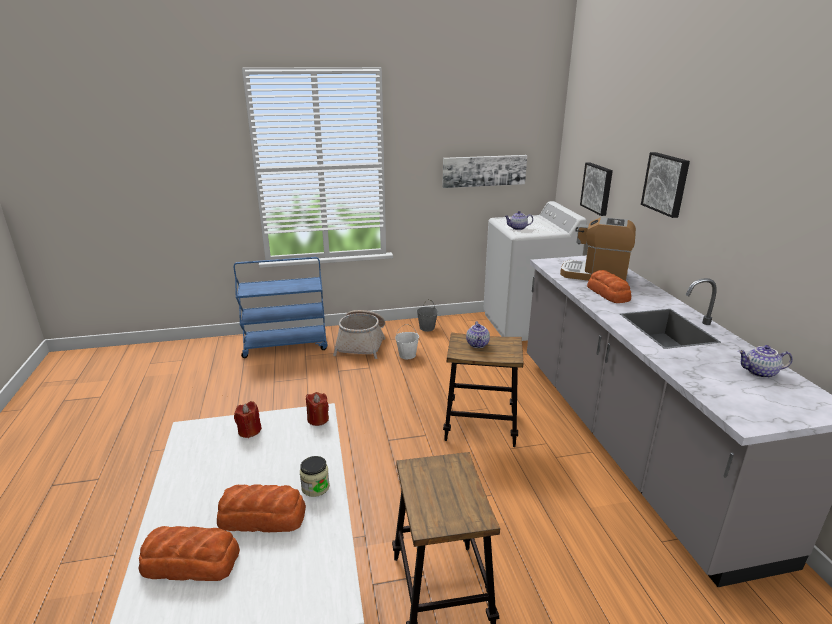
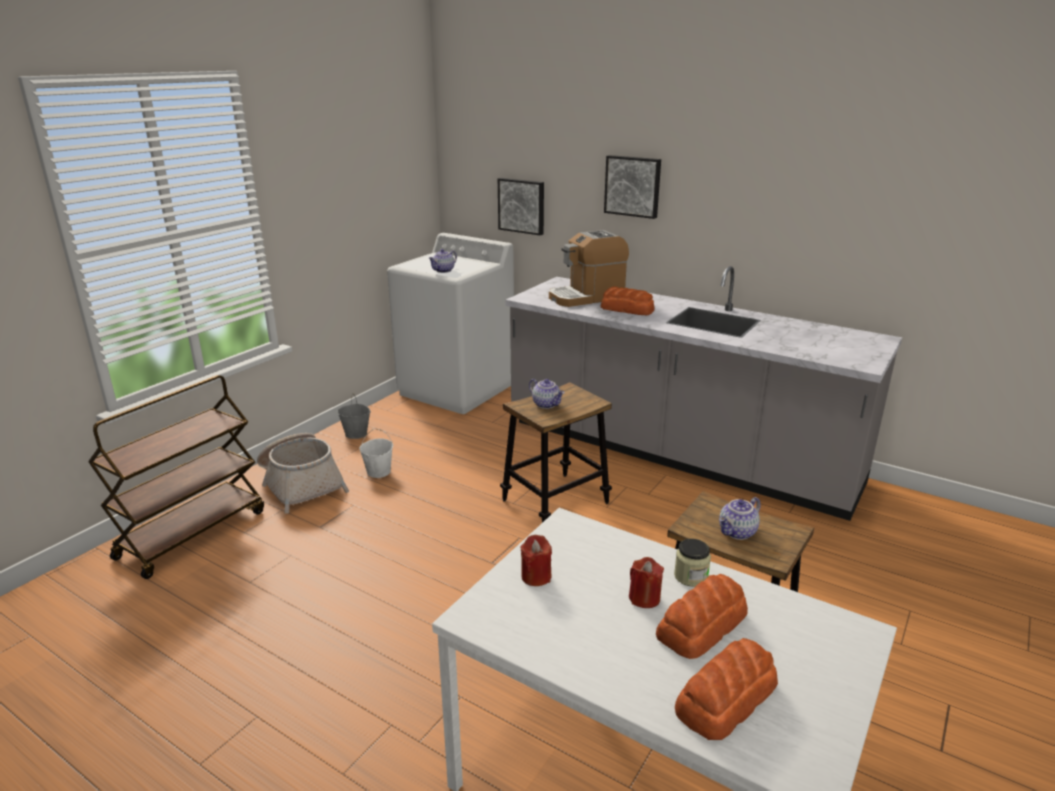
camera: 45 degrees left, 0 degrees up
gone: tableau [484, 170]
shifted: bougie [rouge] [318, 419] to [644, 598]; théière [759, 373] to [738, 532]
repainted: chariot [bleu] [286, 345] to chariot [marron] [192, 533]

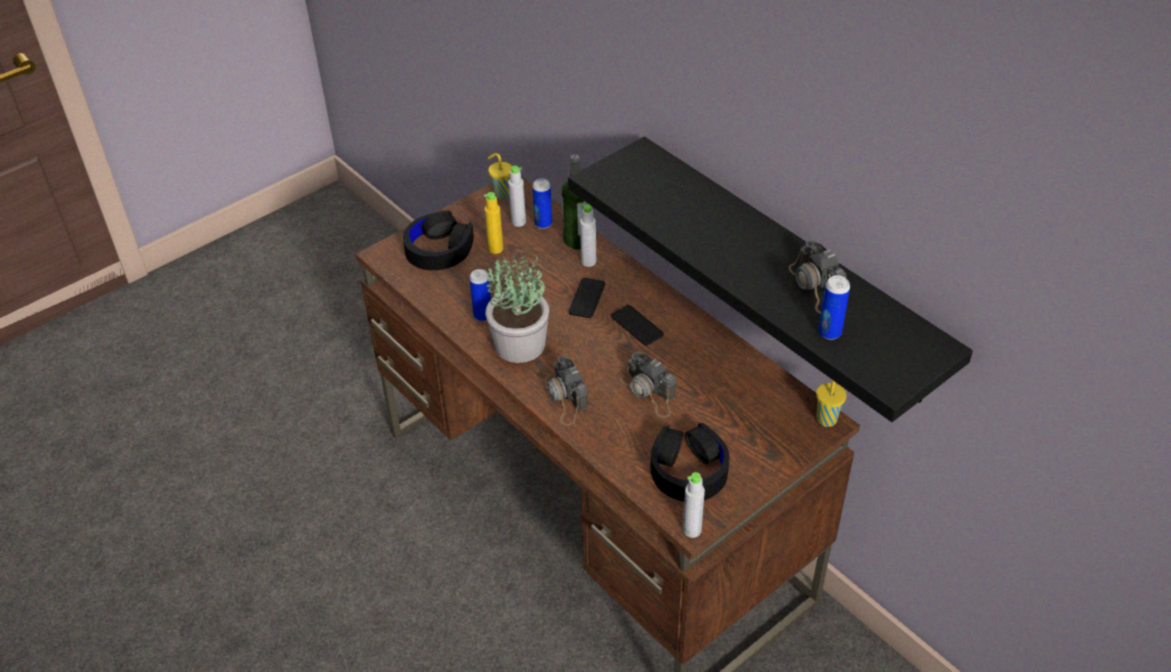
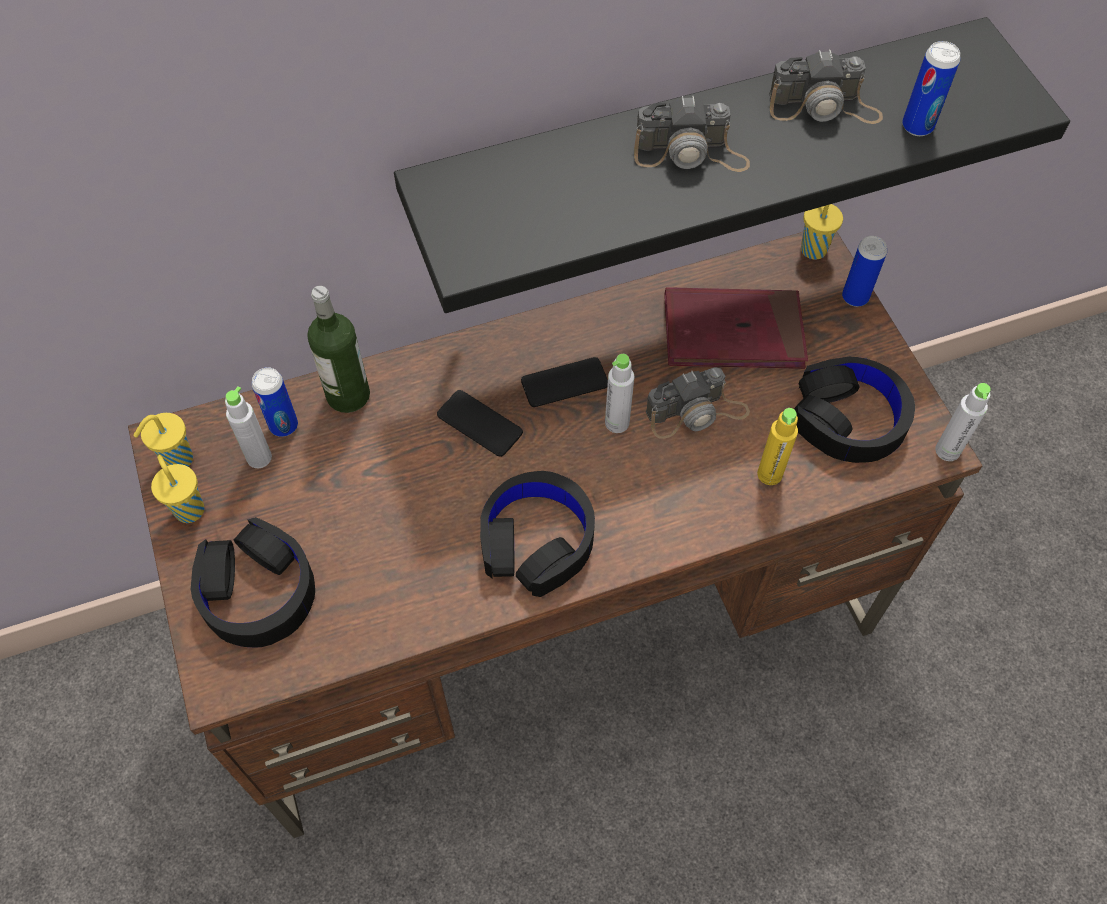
camera: 70 degrees left, 15 degrees up
new: tasse [jaune] [188, 508]; livre [rouge] [733, 333]
shifted: bouteille [gris] [588, 261] to [617, 423]; appareil photo [565, 397] to [690, 153]; bouteille [jaune] [495, 249] to [769, 474]; boîte métallique [483, 315] to [855, 297]
swapped: plante en pot [520, 345] to casque audio [noir] [537, 540]

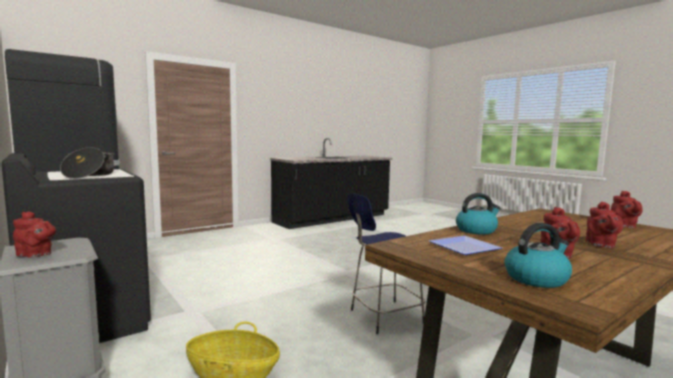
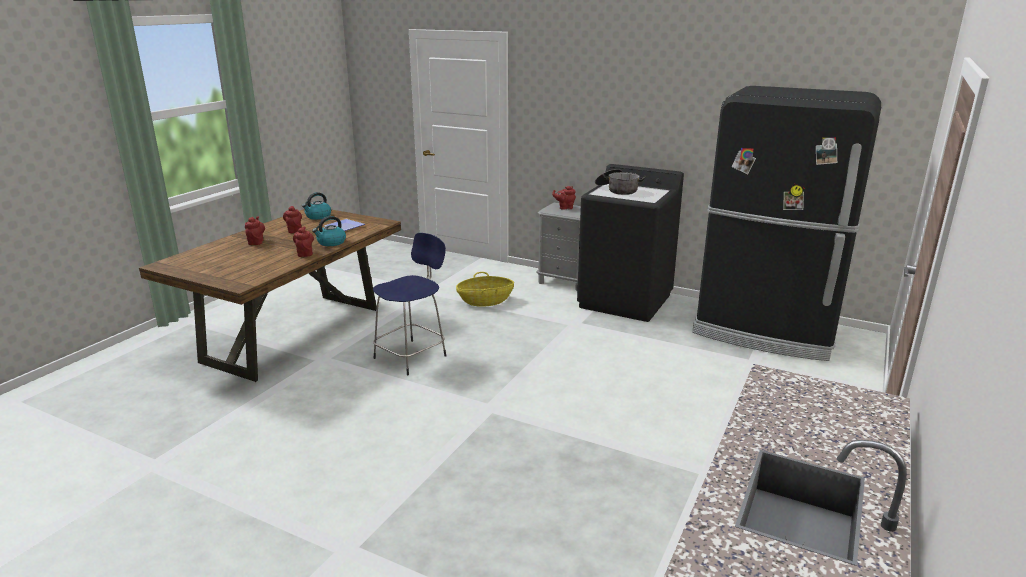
camera: 155 degrees right, 15 degrees up
shifted: théière [rouge] [623, 226] to [305, 253]

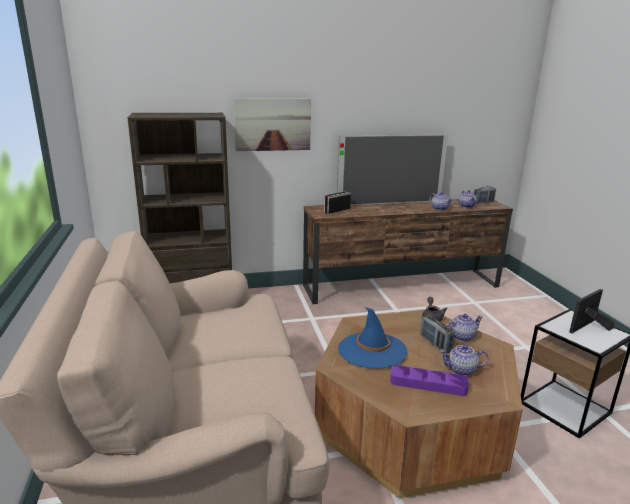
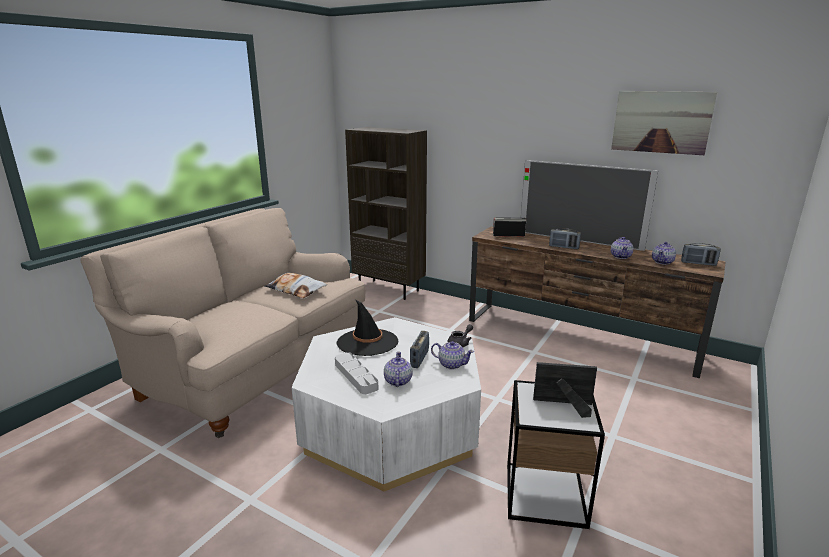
camera: 45 degrees right, 0 degrees up
new: coussin [296, 290]; radio [563, 247]
shifted: tableau [273, 124] to [661, 122]
repainted: table basse [marron] [411, 424] to table basse [blanc] [390, 425]; plateau [violet] [428, 384] to plateau [gris] [356, 376]; chapeau [bleu] [372, 350] to chapeau [noir] [367, 342]
rotated: théière [462, 370] = [397, 381] 45 degrees clockwise

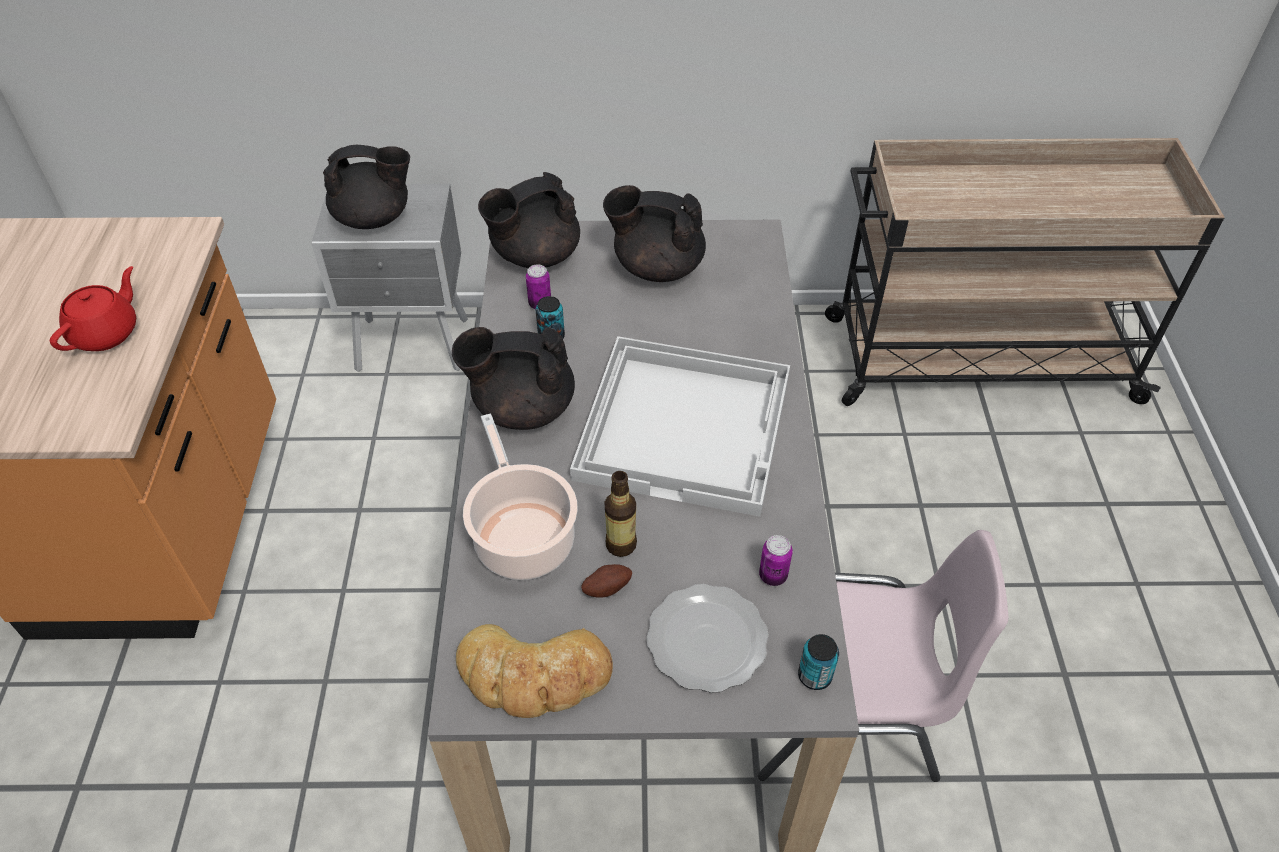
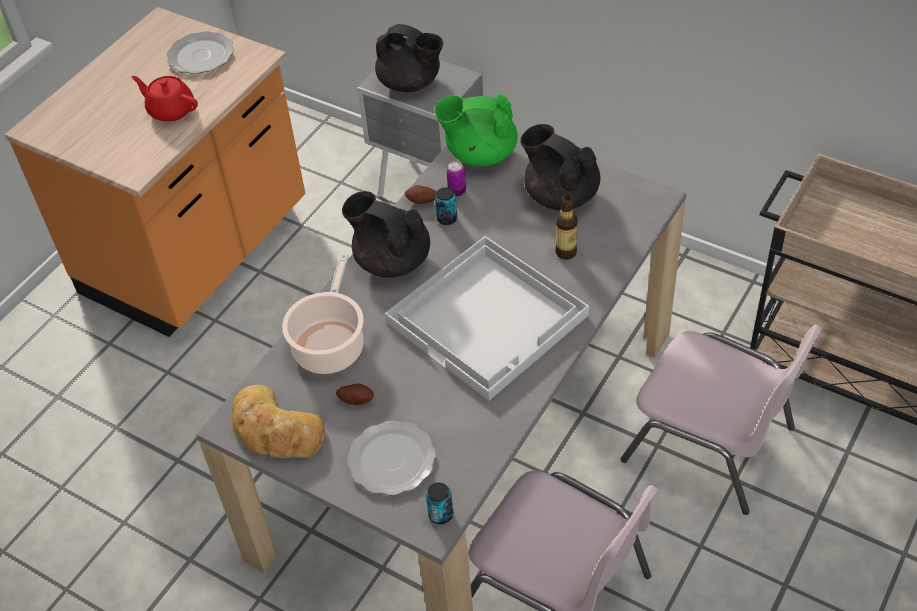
camera: 35 degrees right, 0 degrees up
gone: boîte métallique [773, 576]
new: assiette [202, 55]; pomme de terre [422, 202]; chaise [rose] [711, 444]
shifted: bouteille [621, 544] to [566, 252]
repainted: théière [noir] [534, 256] to théière [vert] [480, 154]
rotated: théière [rouge] [106, 333] = [171, 110] 120 degrees counterclockwise

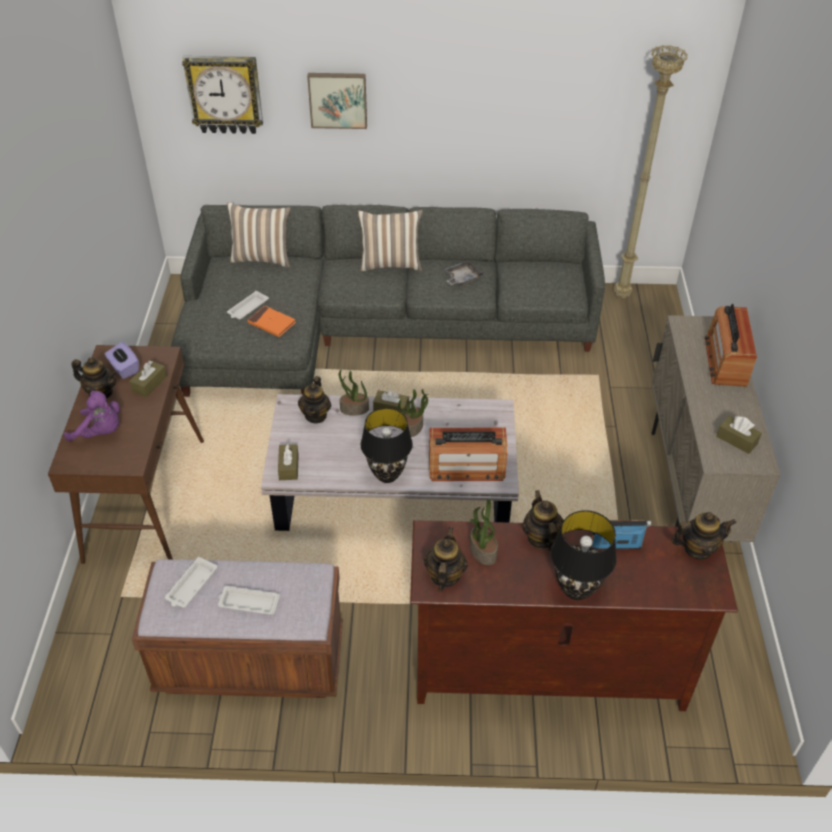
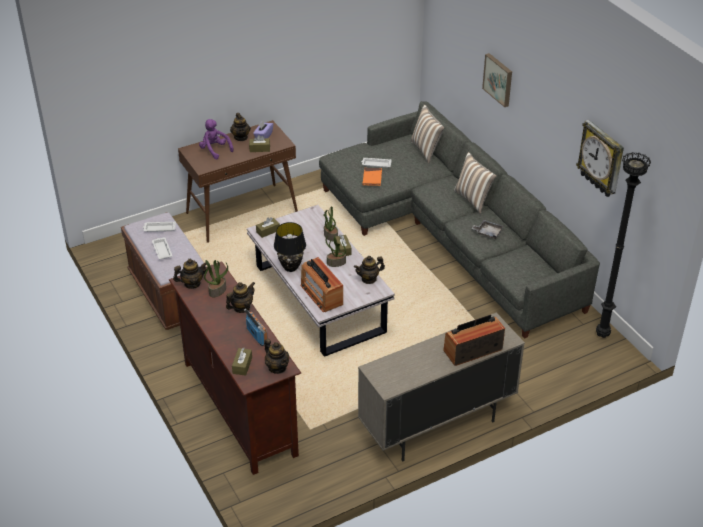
camera: 60 degrees right, 5 degrees down
gone: lampe de table [noir] [577, 589]
shifted: boîte à mouchoirs [marron] [736, 440] to [242, 365]; théière [316, 415] to [369, 279]; horloge murale [225, 94] to [601, 159]
repainted: lampadaire [beige] [623, 296] to lampadaire [noir] [602, 336]
rotated: peluche [violet] [100, 432] = [215, 150] 150 degrees clockwise

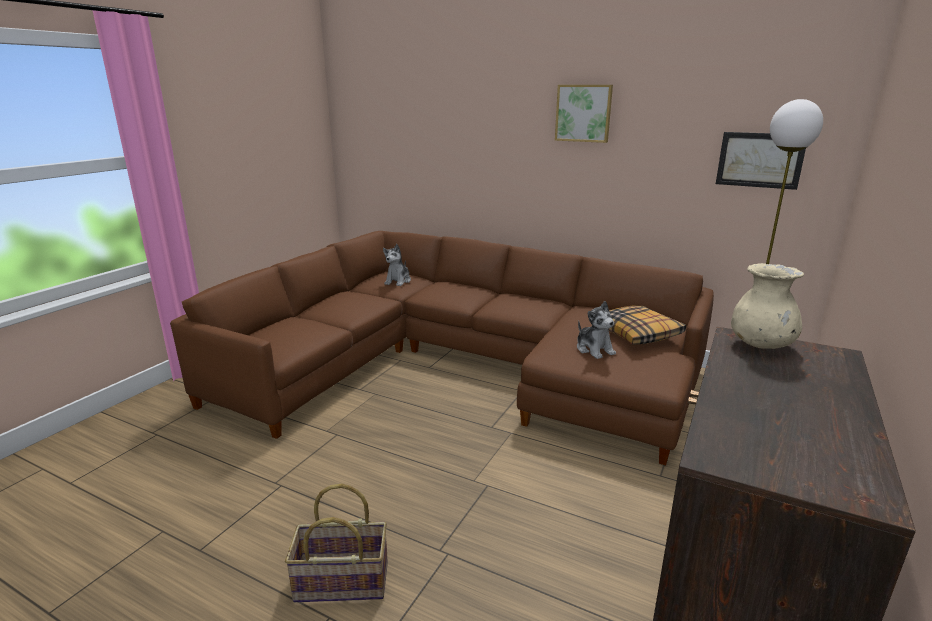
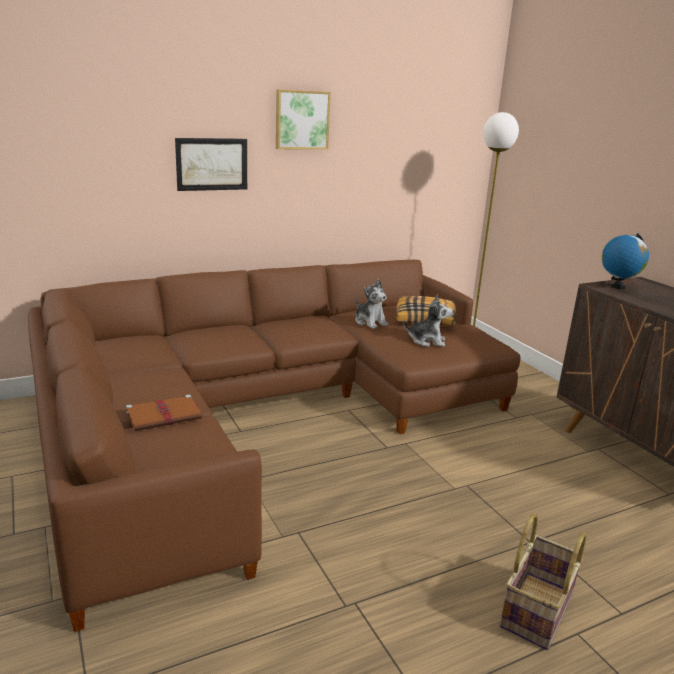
camera: 55 degrees left, 0 degrees up
new: livre [marron] [165, 415]
shifted: tableau [760, 160] to [212, 164]; peluche [398, 281] to [370, 322]
swapped: vase [beige] [761, 345] to globe [618, 287]

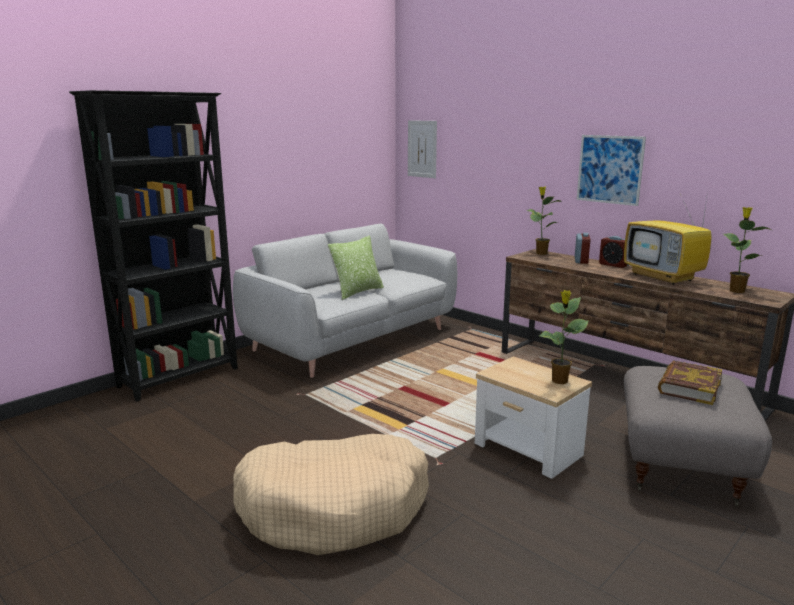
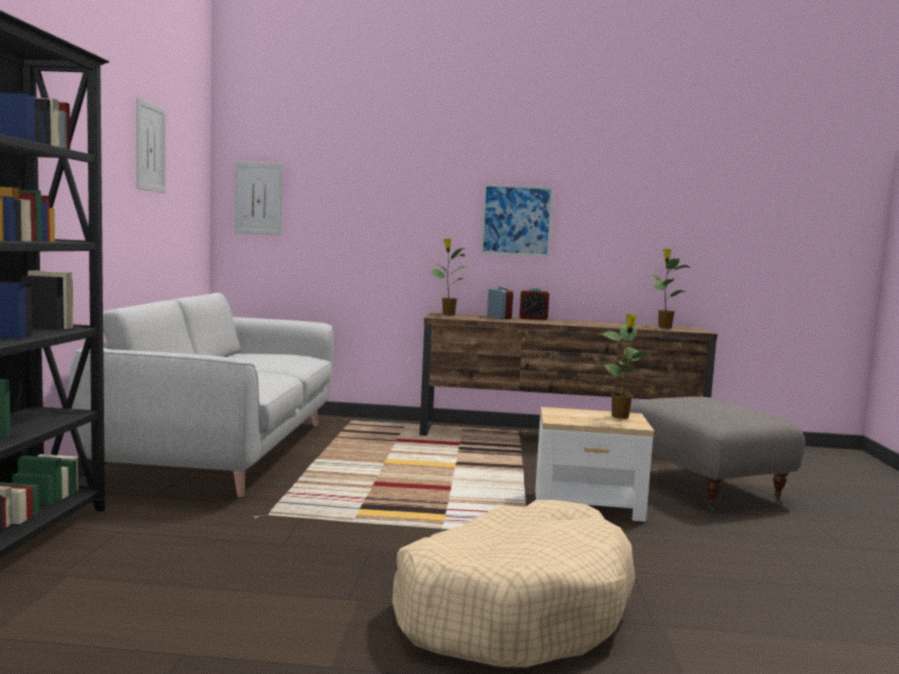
camera: 40 degrees left, 10 degrees down
gone: coussin [357, 292]; téléviseur [664, 277]; livre [688, 387]
new: tableau [150, 147]

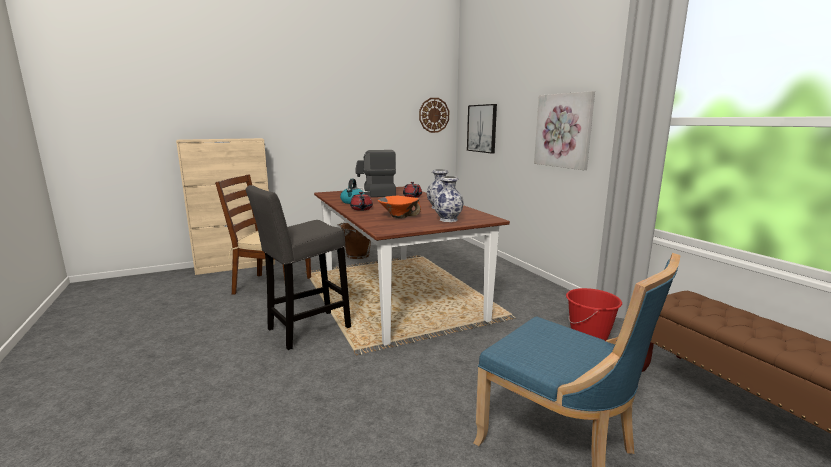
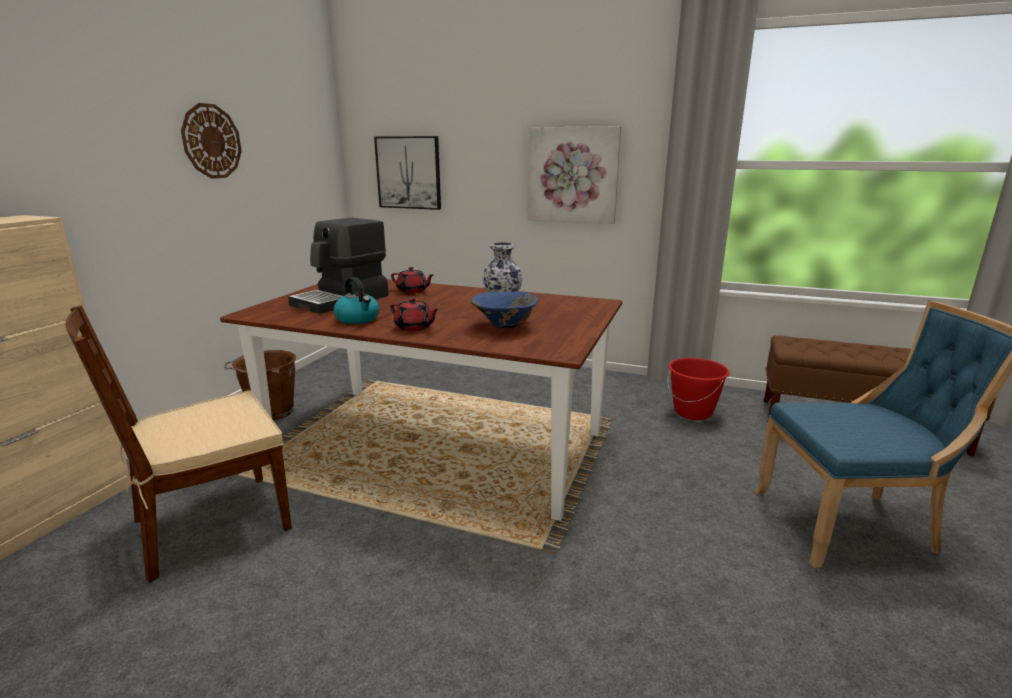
camera: 45 degrees left, 5 degrees up
gone: tabouret [gris] [305, 330]; vase [449, 220]
shifted: horloge murale [434, 115] to [211, 141]
repainted: bol [orange] [399, 217] to bol [bleu] [504, 326]

